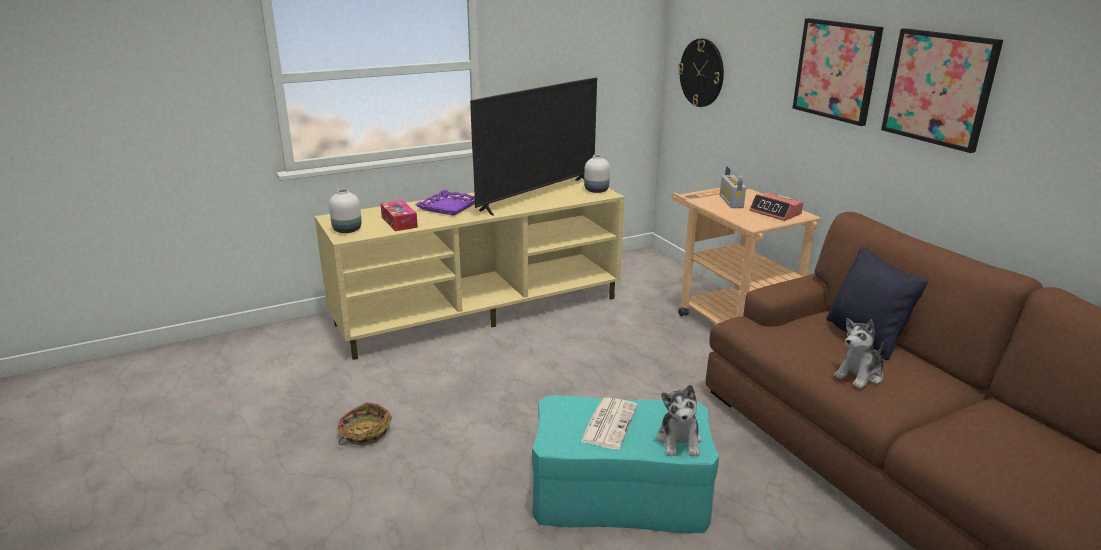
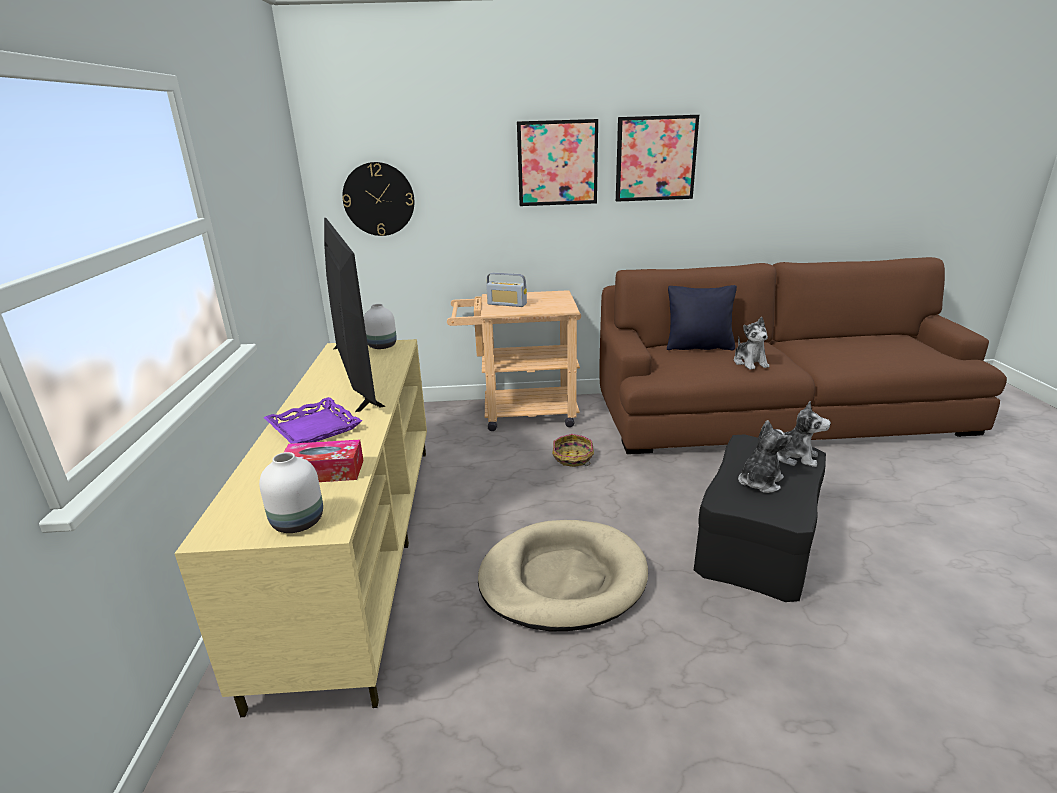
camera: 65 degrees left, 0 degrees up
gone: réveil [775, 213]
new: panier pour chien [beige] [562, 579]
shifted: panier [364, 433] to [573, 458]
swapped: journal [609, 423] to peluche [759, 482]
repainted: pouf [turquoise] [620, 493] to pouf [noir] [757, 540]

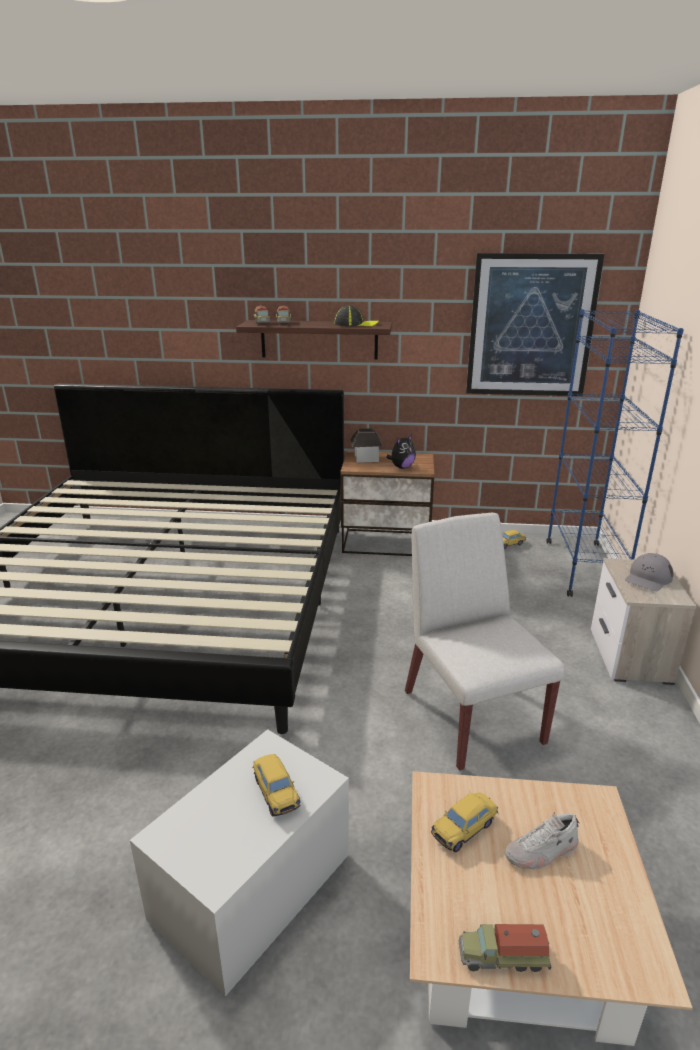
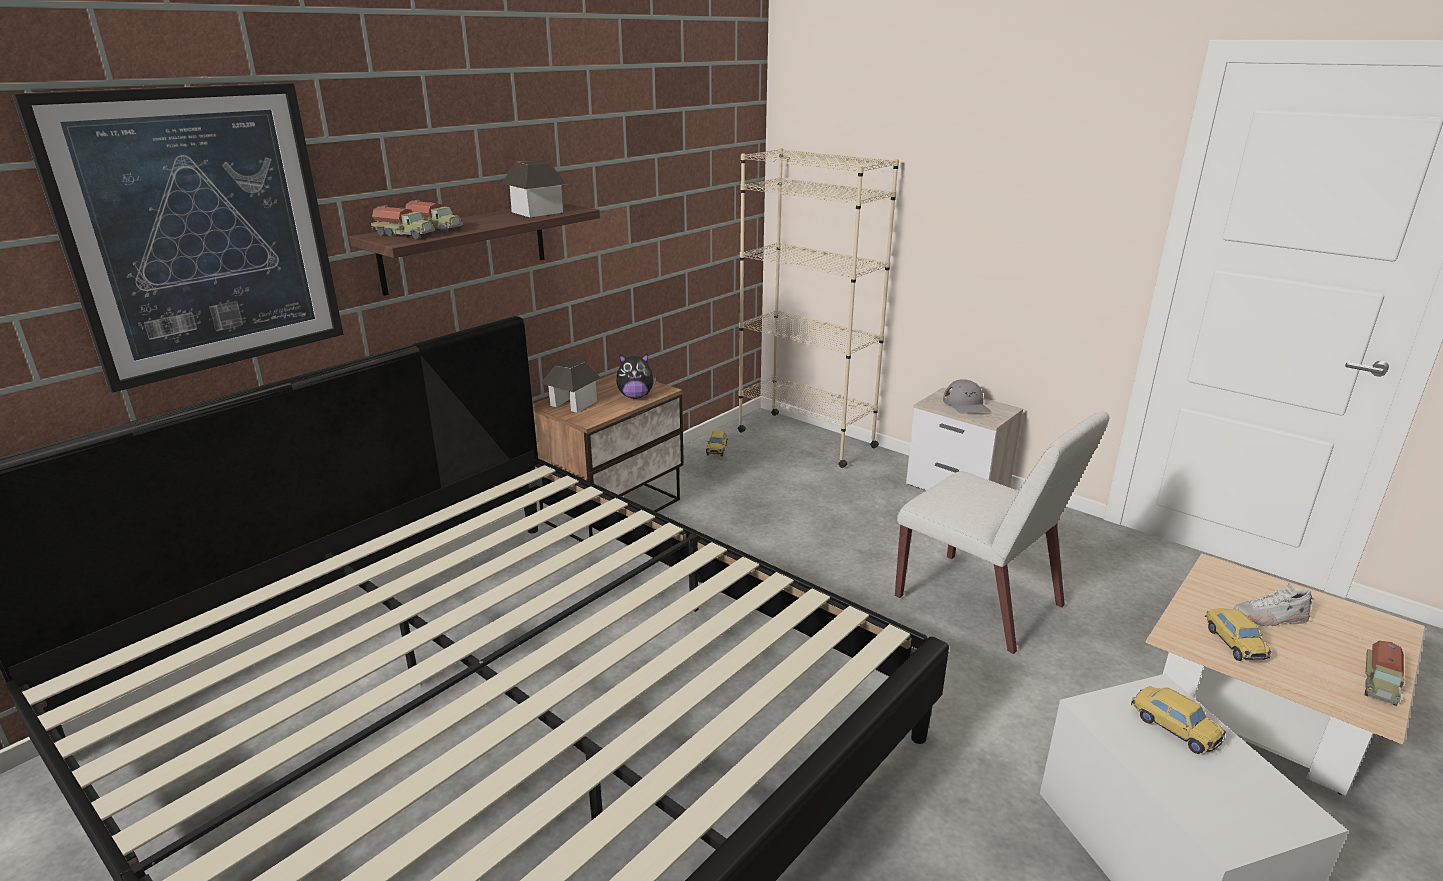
camera: 55 degrees left, 0 degrees up
shifted: tableau [531, 326] to [202, 232]
swapped: casquette [356, 324] to maison miniature [537, 212]
repainted: bibliothèque [bleu] [583, 568] to bibliothèque [beige] [805, 439]
rotated: peluche [401, 467] = [635, 396] 90 degrees clockwise; chaise [blanc] [471, 715] = [980, 602] 150 degrees counterclockwise; petite voiture [276, 792] = [1174, 728] 45 degrees clockwise; chaussure [blanc] [541, 852] = [1270, 618] 75 degrees clockwise

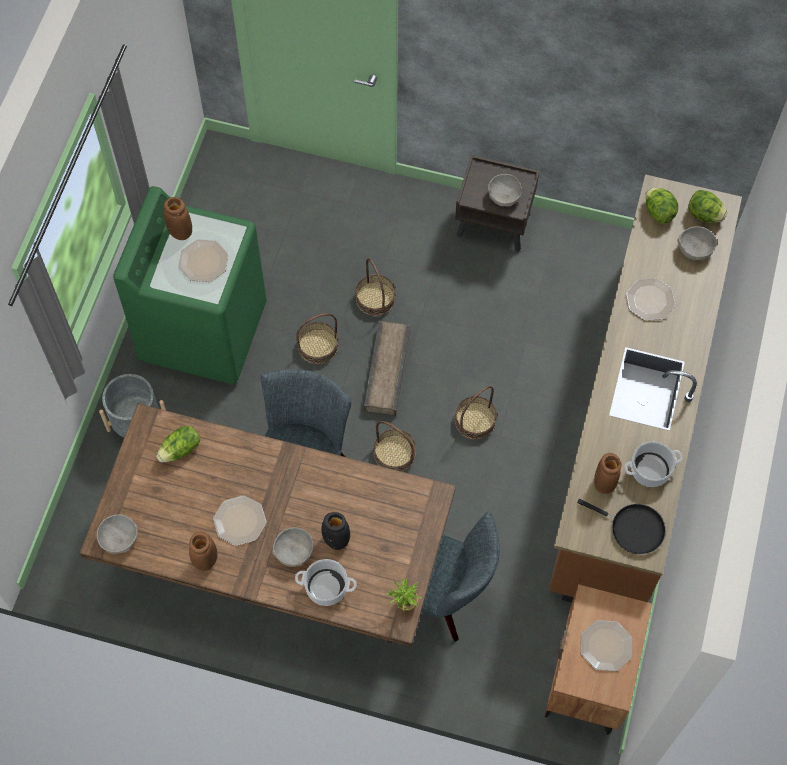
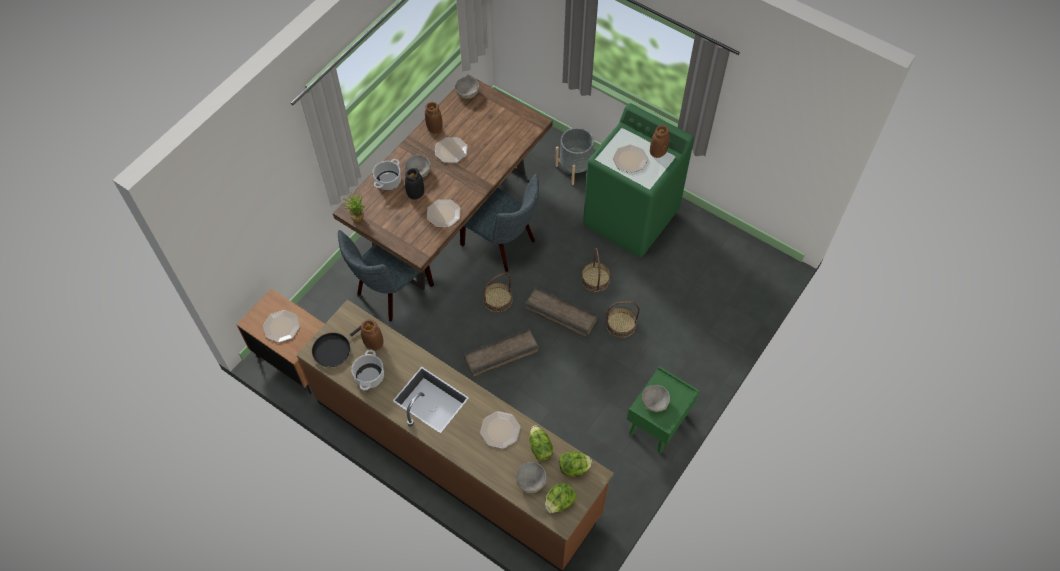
camera: 110 degrees right, 5 degrees down
new: assiette [444, 214]
shifted: laitue [180, 450] to [539, 448]
swapped: panier [475, 420] to caisse [502, 355]
repainted: table de chevet [marron] [494, 225] to table de chevet [vert] [658, 424]

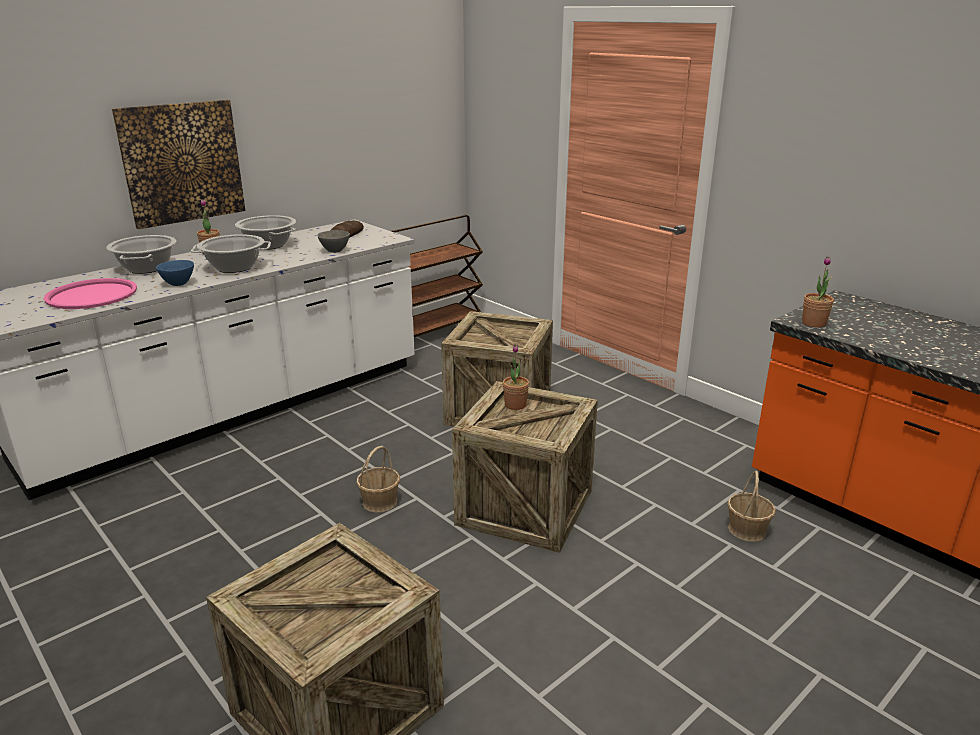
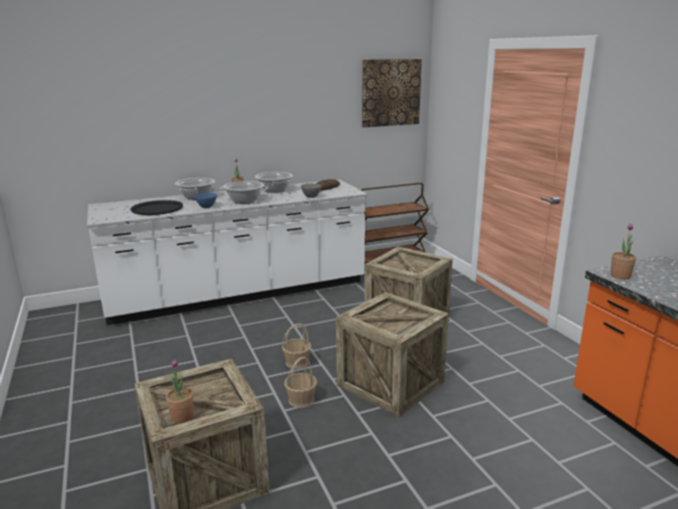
camera: 20 degrees right, 5 degrees down
shifted: plante en pot [515, 405] to [182, 416]; panier [747, 530] to [301, 399]; tableau [182, 163] to [390, 92]
repainted: plateau [rose] [91, 295] to plateau [noir] [157, 208]

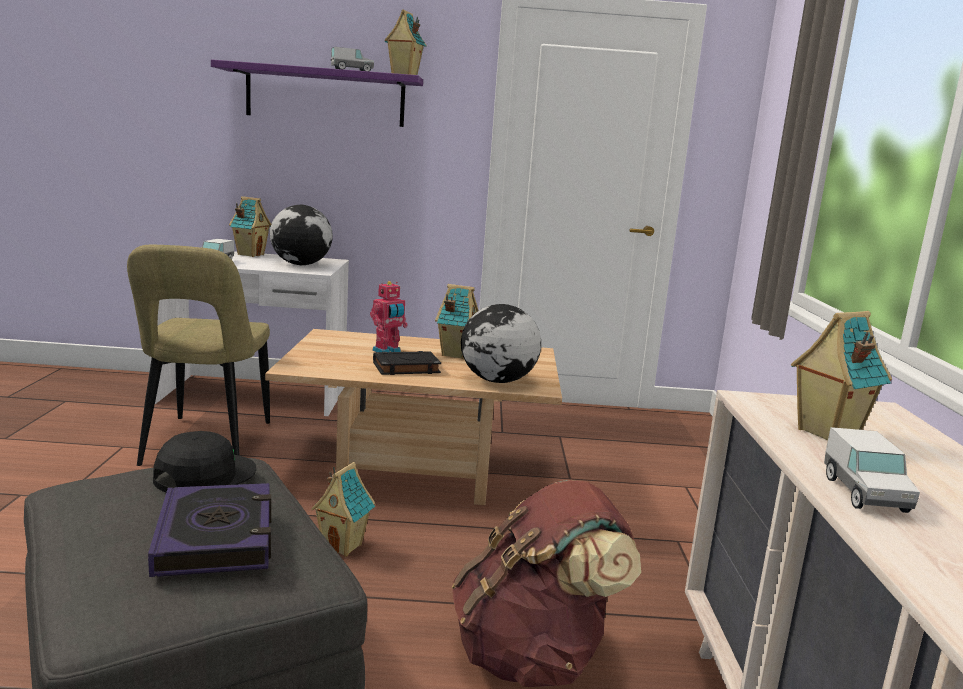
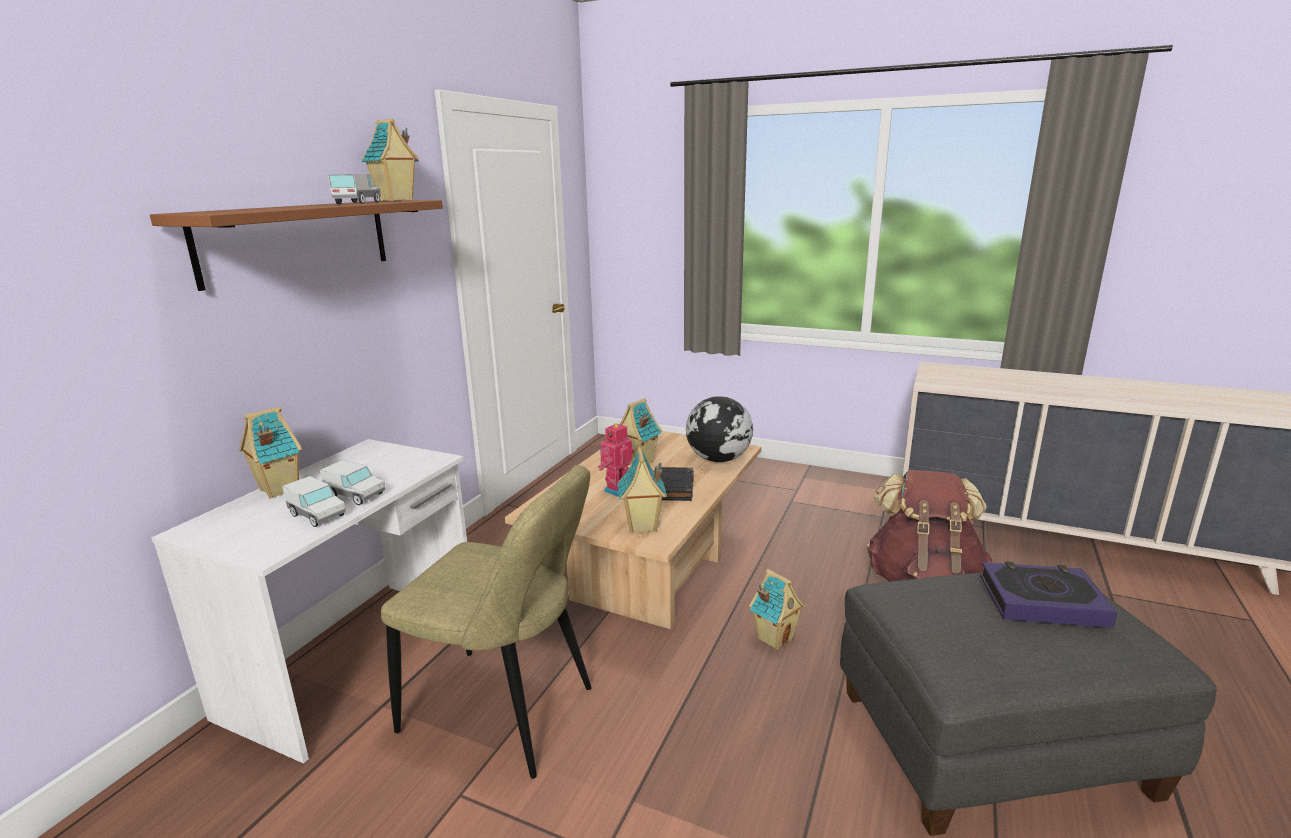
camera: 65 degrees left, 5 degrees up
gone: casquette [noir] [204, 476]; globe [301, 264]
shifted: camion jouet [864, 494] to [355, 495]; maison miniature [826, 433] to [642, 526]
repainted: étagère [violet] [325, 96] to étagère [marron] [298, 240]
rotated: robot jouet [387, 351] = [616, 489] 120 degrees counterclockwise

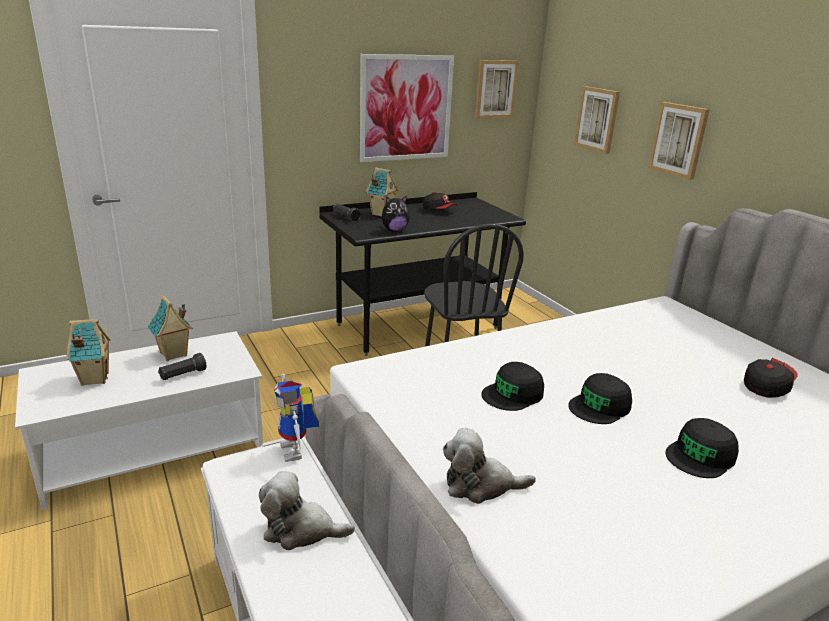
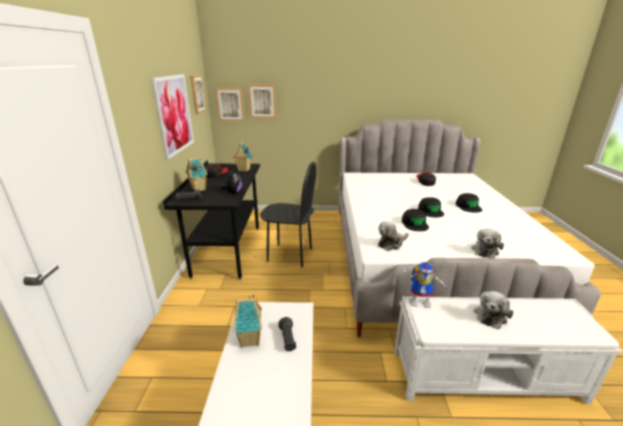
camera: 60 degrees left, 0 degrees up
new: peluche [391, 243]
shifted: tableau [678, 140] to [230, 104]; maison miniature [94, 379] to [243, 170]

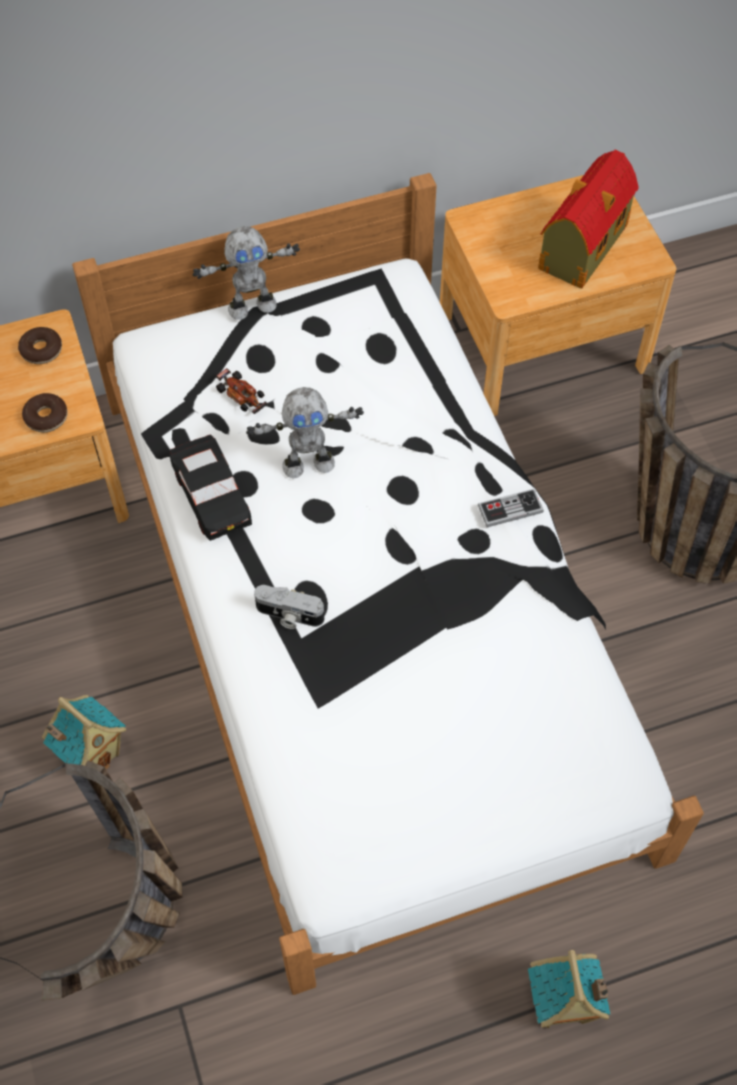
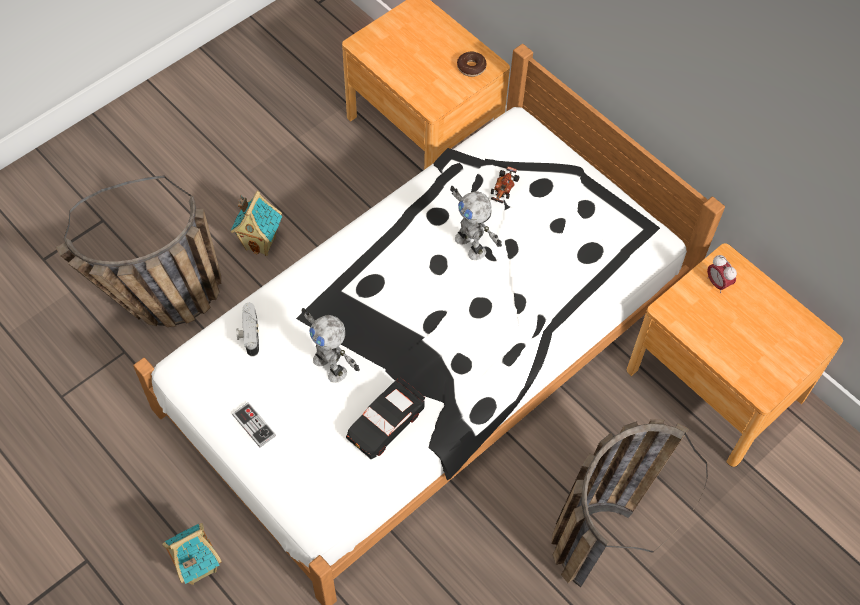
camera: 65 degrees right, 0 degrees up
gone: beignet [46, 417]; maison miniature [581, 248]
new: réveil [717, 283]
shifted: manette [510, 509] to [254, 425]; appareil photo [289, 616] to [249, 334]; robot jouet [251, 306] to [331, 365]; petite voiture [noir] [212, 495] to [385, 423]

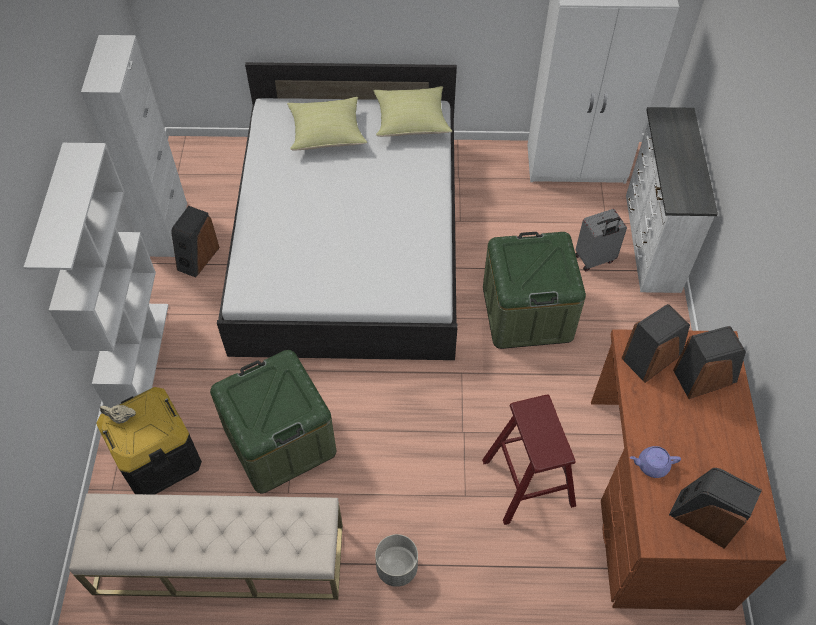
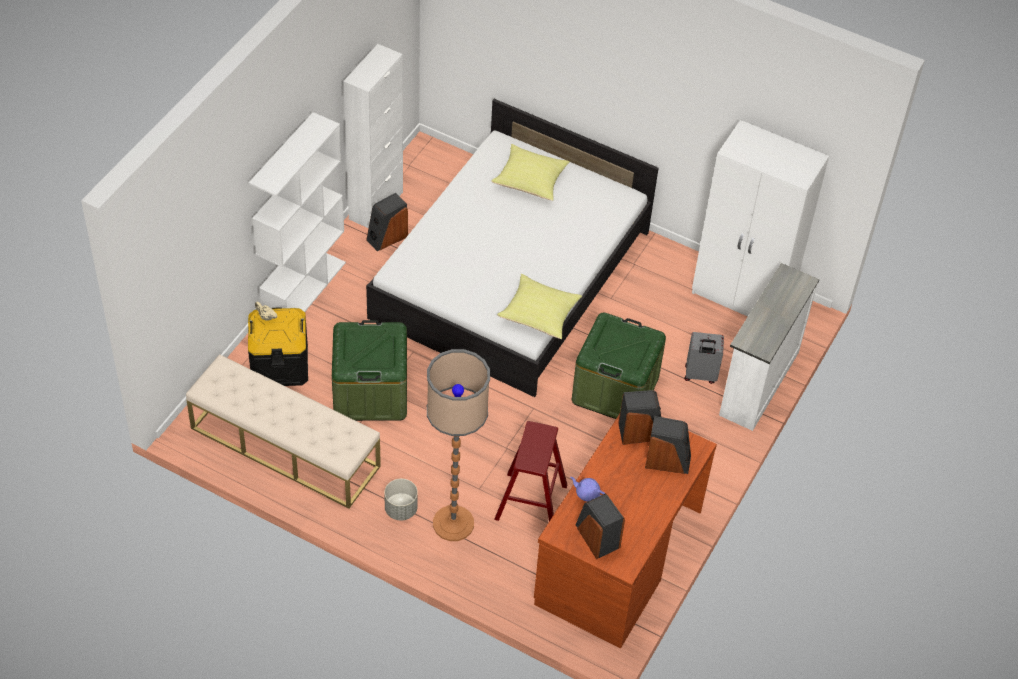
camera: 25 degrees right, 5 degrees down
new: lampadaire [453, 523]
shifted: coussin [jaune] [411, 121] to [540, 315]

